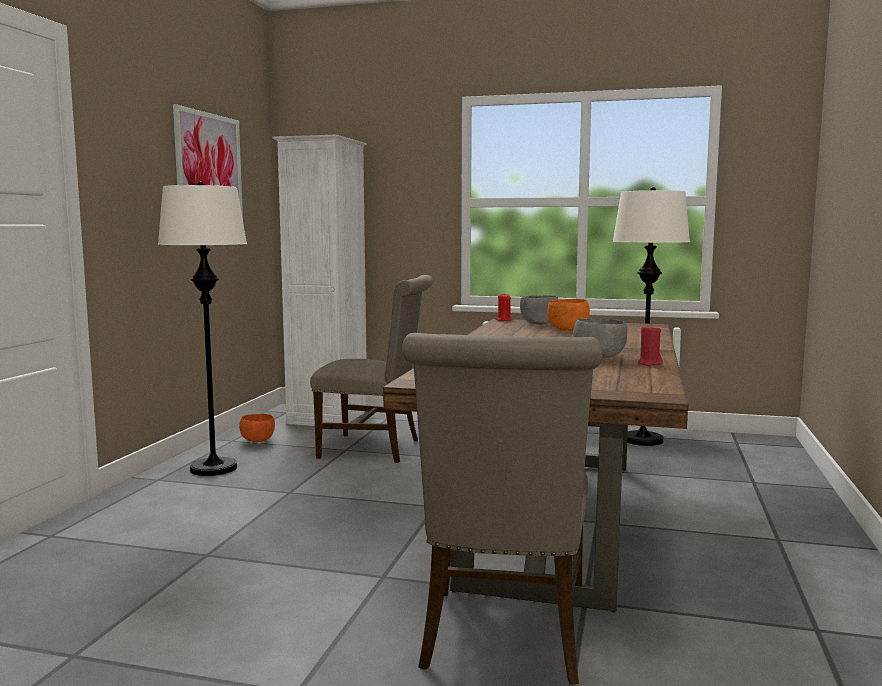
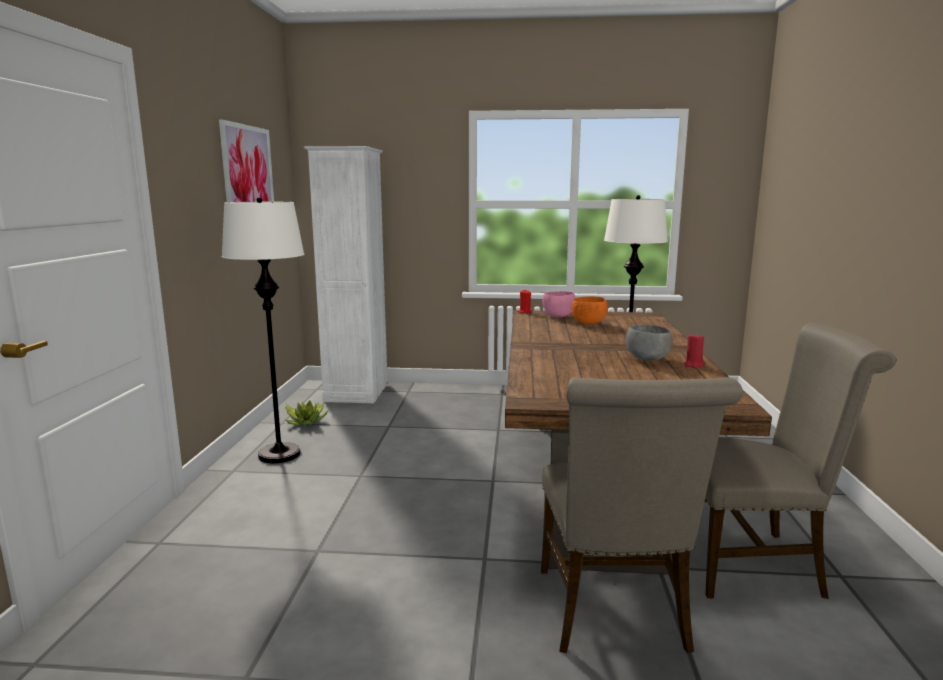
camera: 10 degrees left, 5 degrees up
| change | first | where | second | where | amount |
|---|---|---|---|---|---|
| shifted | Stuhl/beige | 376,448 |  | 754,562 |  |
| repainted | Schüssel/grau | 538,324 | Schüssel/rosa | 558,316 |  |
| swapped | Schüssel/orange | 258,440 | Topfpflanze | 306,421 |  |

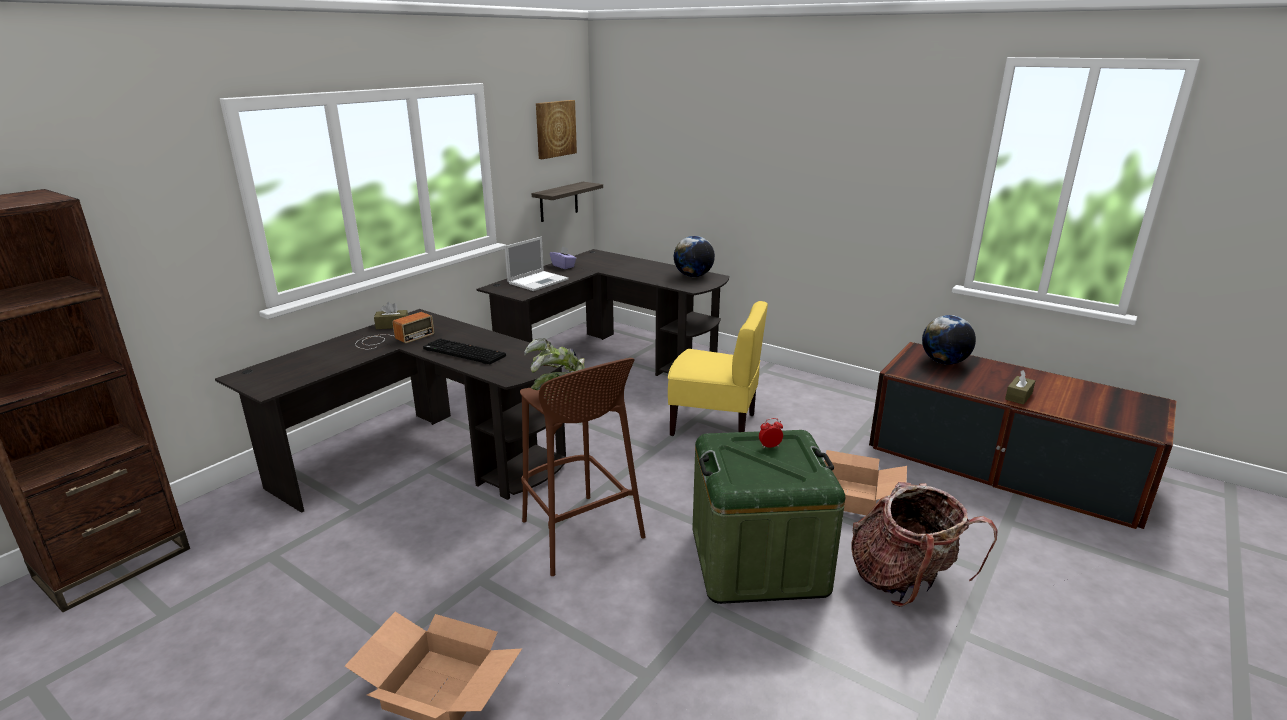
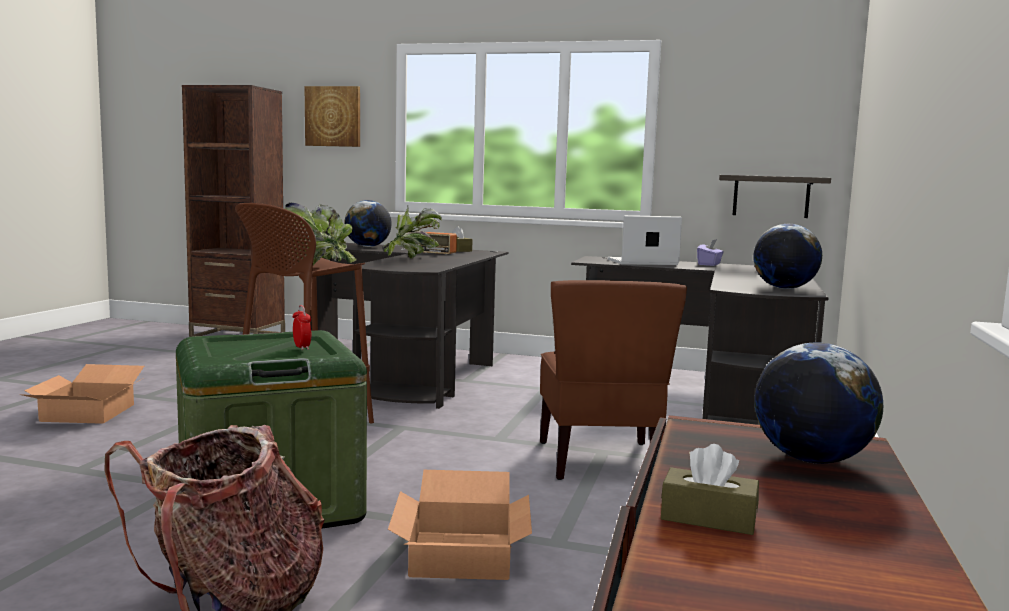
camera: 70 degrees right, 15 degrees down
| change | first | where | second | where | amount |
|---|---|---|---|---|---|
| shifted | Bild | 555,129 |  | 333,116 |  |
| rotated | Laptop | 538,281 |  | 641,262 | 150 degrees clockwise |
| repainted | Stuhl/gelb | 713,424 | Stuhl/braun | 599,461 |  |
| swapped | Tastatur | 462,353 | Topfpflanze | 412,259 |  |
| new |  |  | Globus | 368,246 |  |

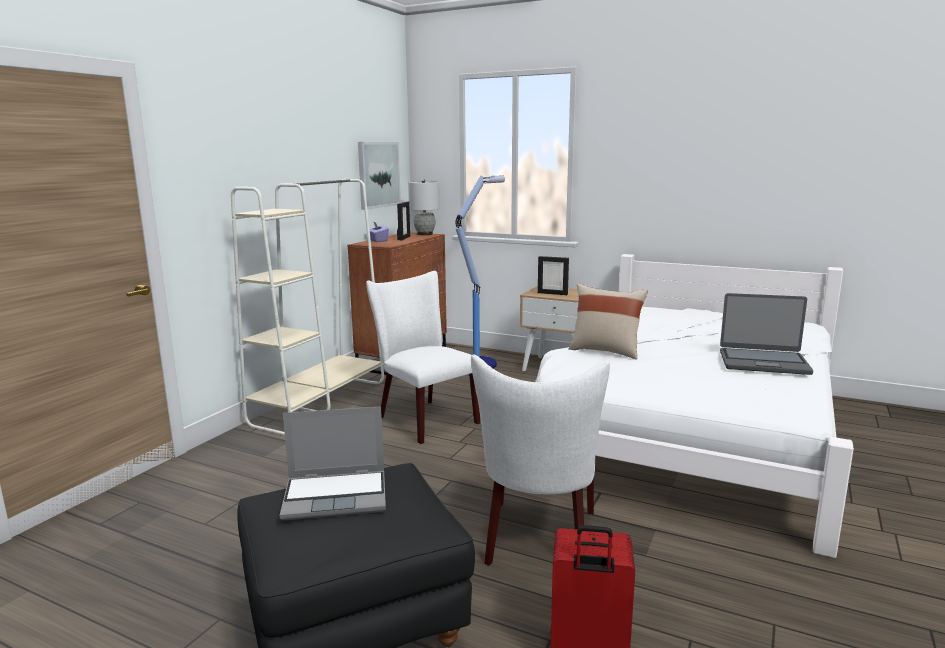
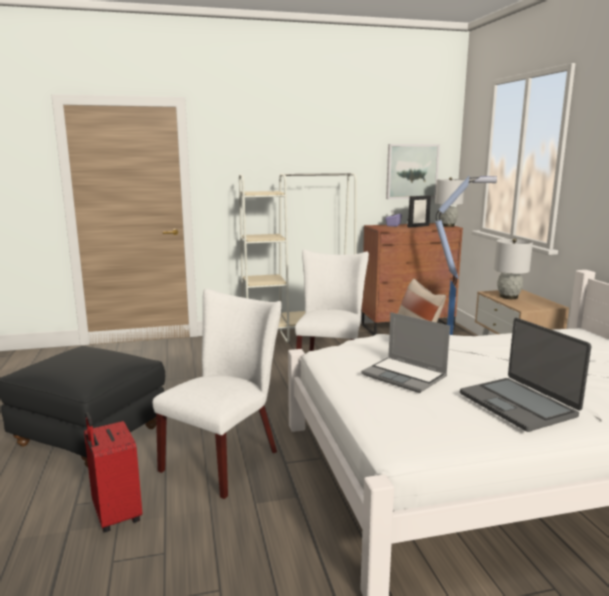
camera: 50 degrees right, 0 degrees up
| change | first | where | second | where | amount |
|---|---|---|---|---|---|
| swapped | Bilderrahmen | 552,293 | Tischlampe/weiß | 508,297 |  |
| rotated | Stuhl/weiß | 539,541 |  | 226,457 | 150 degrees clockwise |
| shifted | Laptop | 337,496 |  | 405,376 |  |

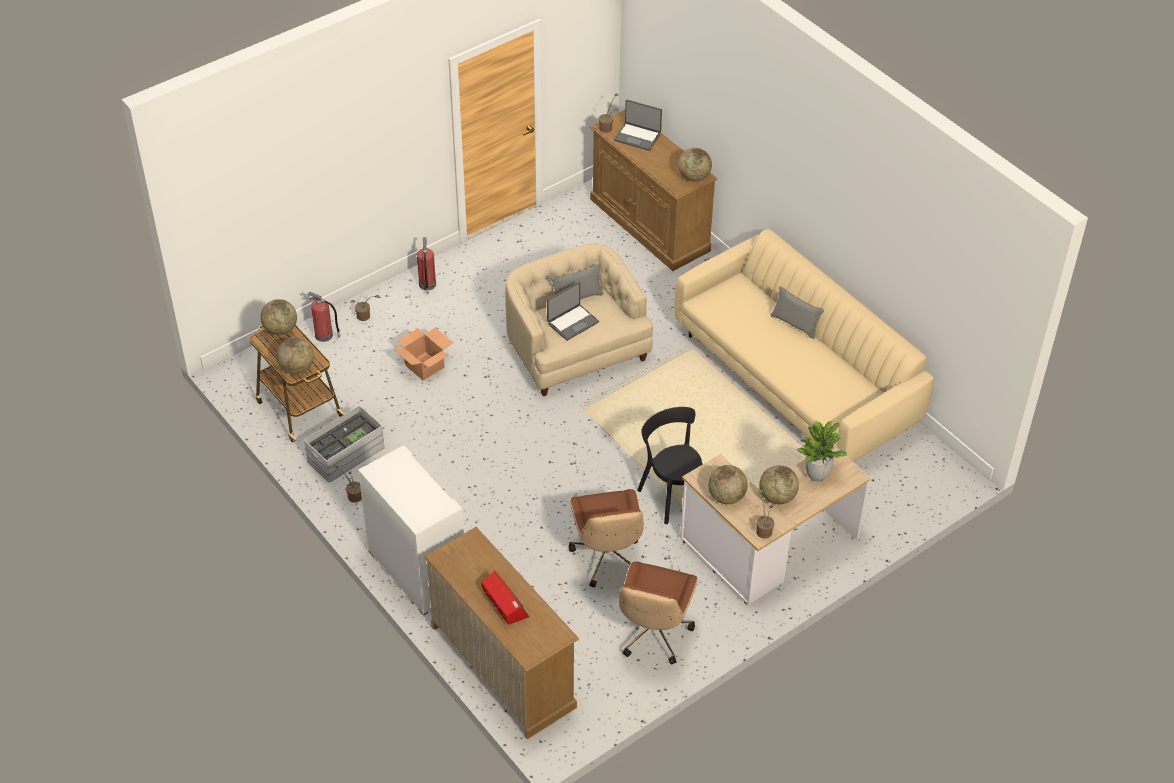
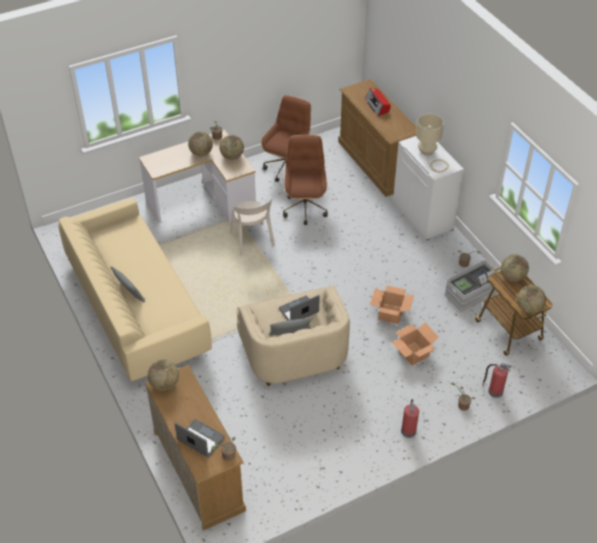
camera: 170 degrees left, 0 degrees up
| change | first | where | second | where | amount |
|---|---|---|---|---|---|
| repainted | Stuhl/schwarz | 672,494 | Stuhl/beige | 252,241 |  |
| gone | Topfpflanze | 817,474 |  |  |  |
| new |  |  | Tischlampe/beige | 431,157 |  |
| new |  |  | Karton | 391,314 |  |

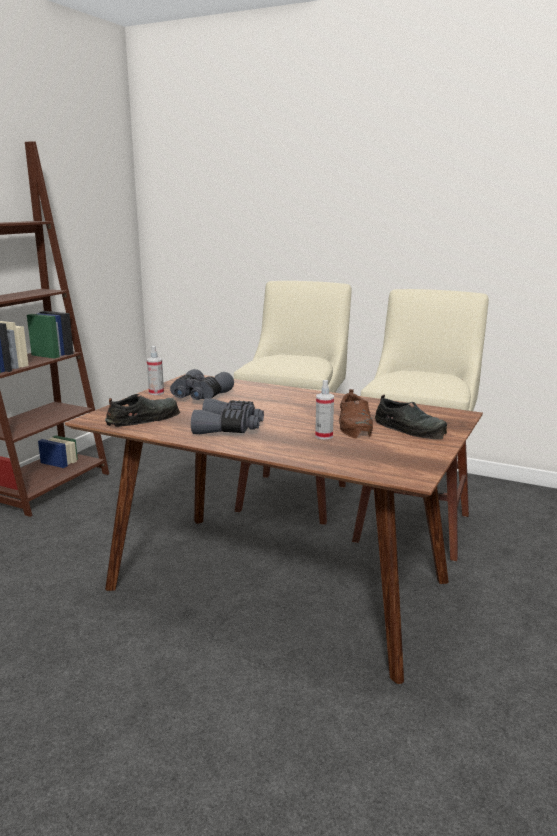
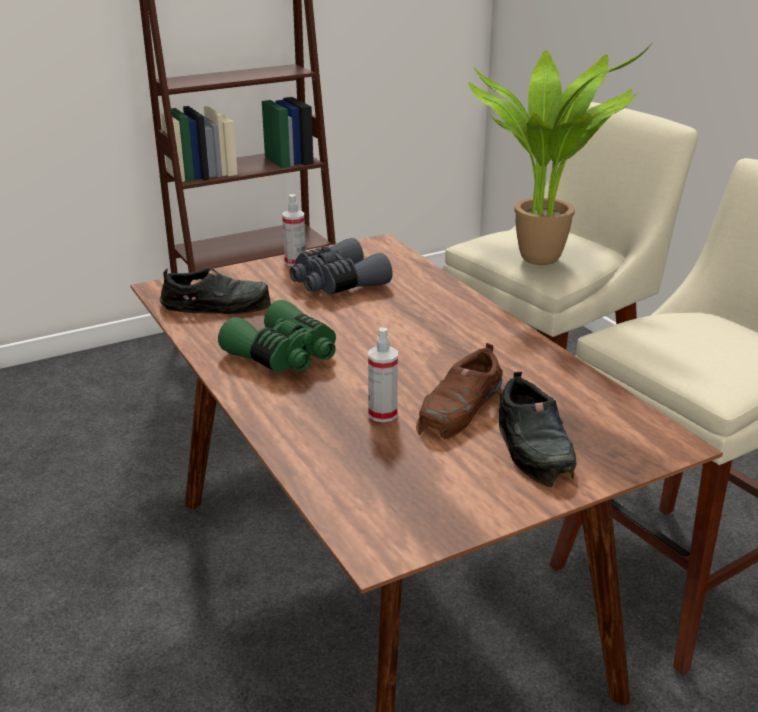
camera: 35 degrees right, 10 degrees up
| change | first | where | second | where | amount |
|---|---|---|---|---|---|
| repainted | Fernglas/grau | 229,428 | Fernglas/grün | 285,356 |  |
| new |  |  | Topfpflanze | 544,257 |  |

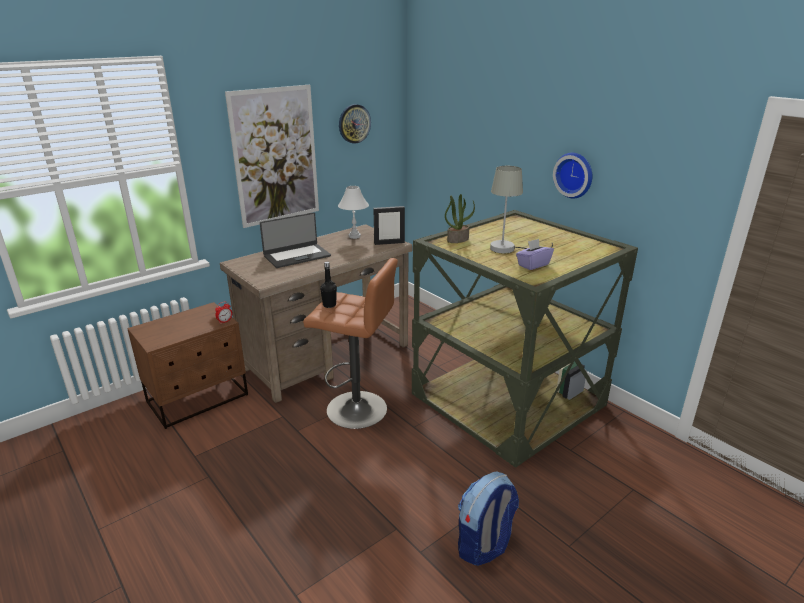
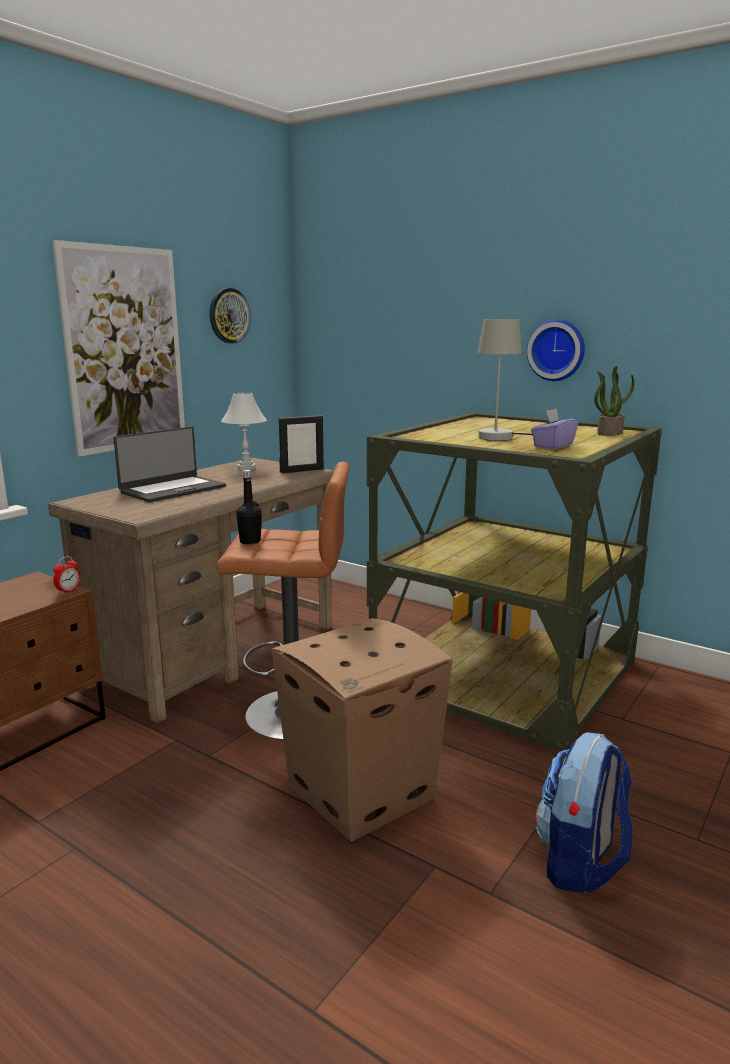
camera: 15 degrees left, 10 degrees down
| change | first | where | second | where | amount |
|---|---|---|---|---|---|
| shifted | Topfpflanze | 458,239 |  | 609,433 |  |
| new |  |  | Karton | 363,791 |  |

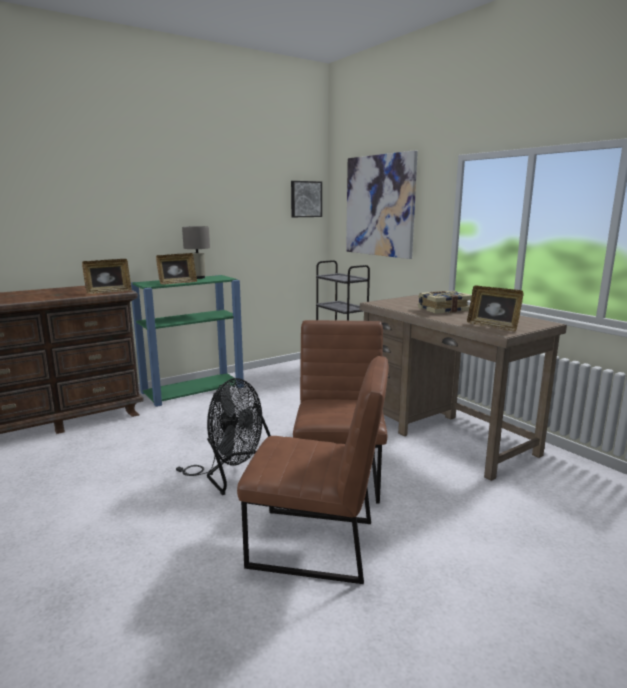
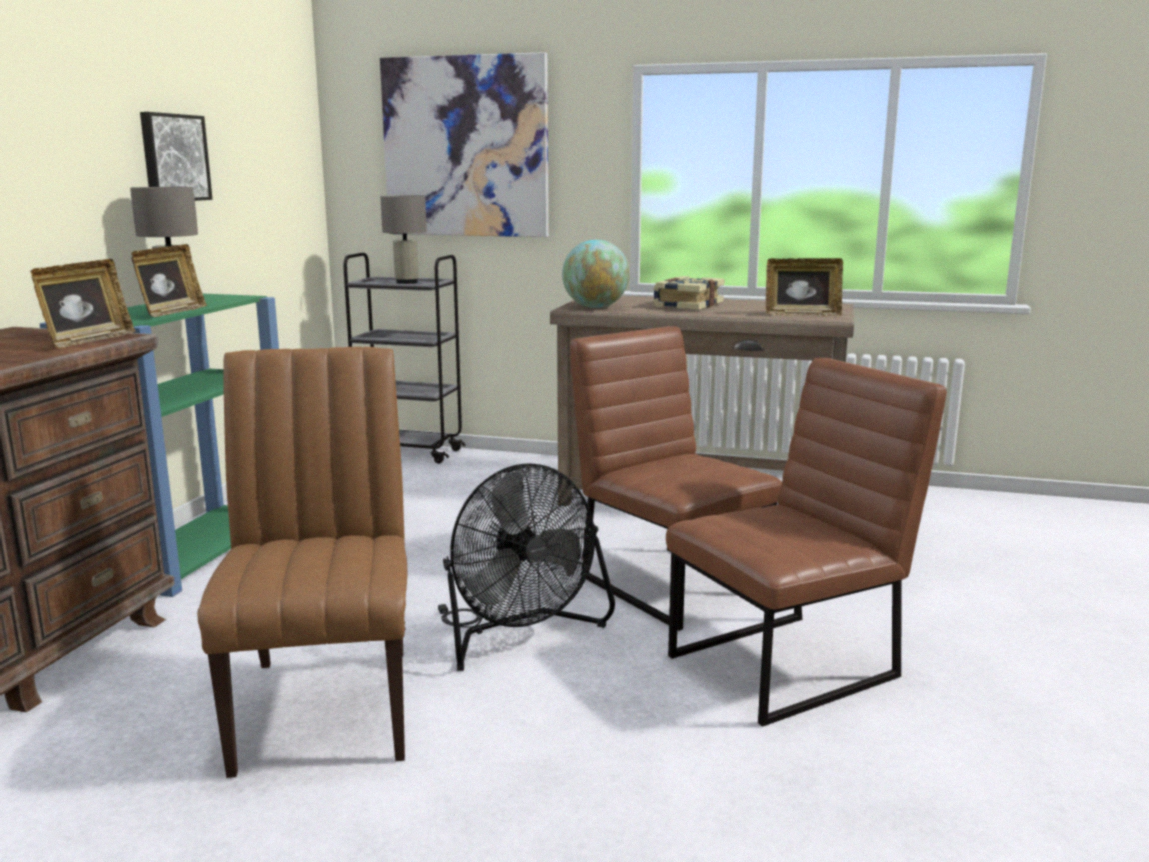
camera: 40 degrees left, 0 degrees up
| change | first | where | second | where | amount |
|---|---|---|---|---|---|
| shifted | Bild | 305,199 |  | 173,158 |  |
| rotated | Ventilator/schwarz | 229,470 |  | 512,635 | 75 degrees clockwise |
| new |  |  | Tischlampe/grau | 407,282 |  |
| new |  |  | Globus | 595,307 |  |
| new |  |  | Stuhl/braun | 327,710 |  |

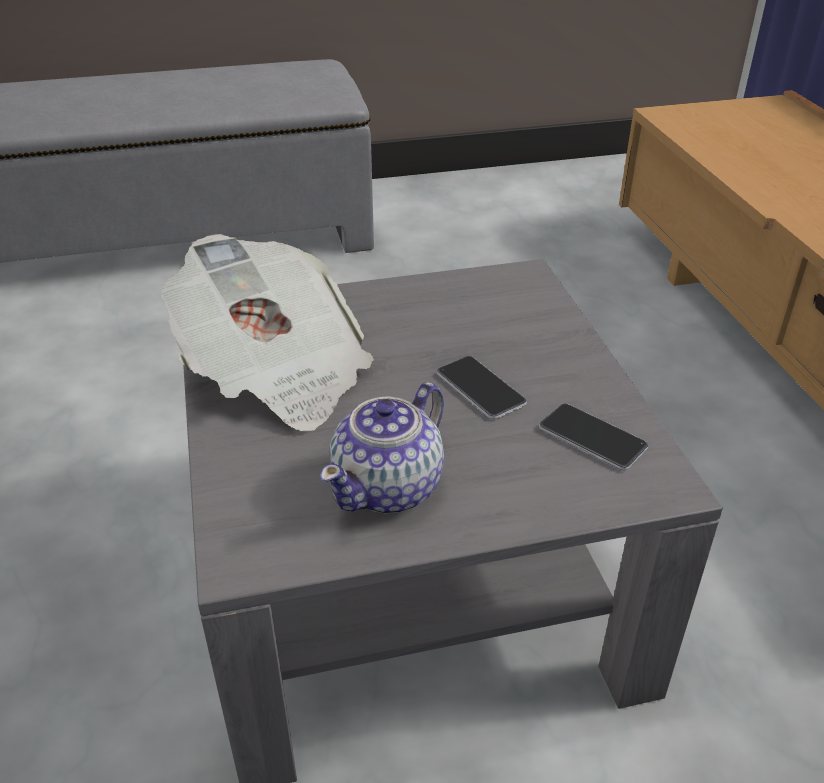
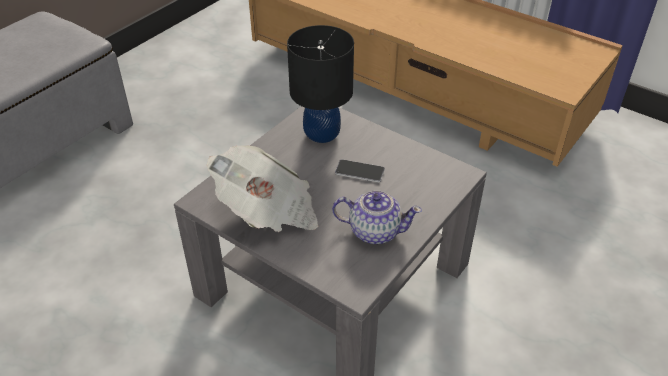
camera: 40 degrees left, 5 degrees up
| change | first | where | second | where | amount |
|---|---|---|---|---|---|
| rotated | Teekanne | 389,487 |  | 374,231 | 75 degrees counterclockwise |
| gone | Handy | 592,438 |  |  |  |
| new |  |  | Tischlampe/schwarz | 320,135 |  |

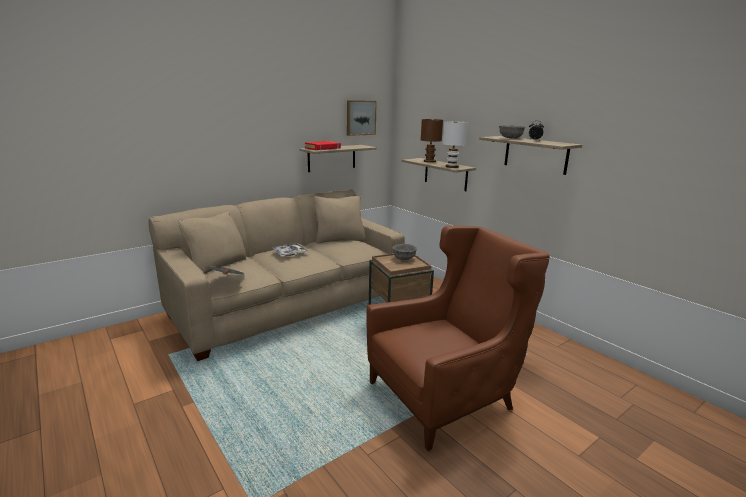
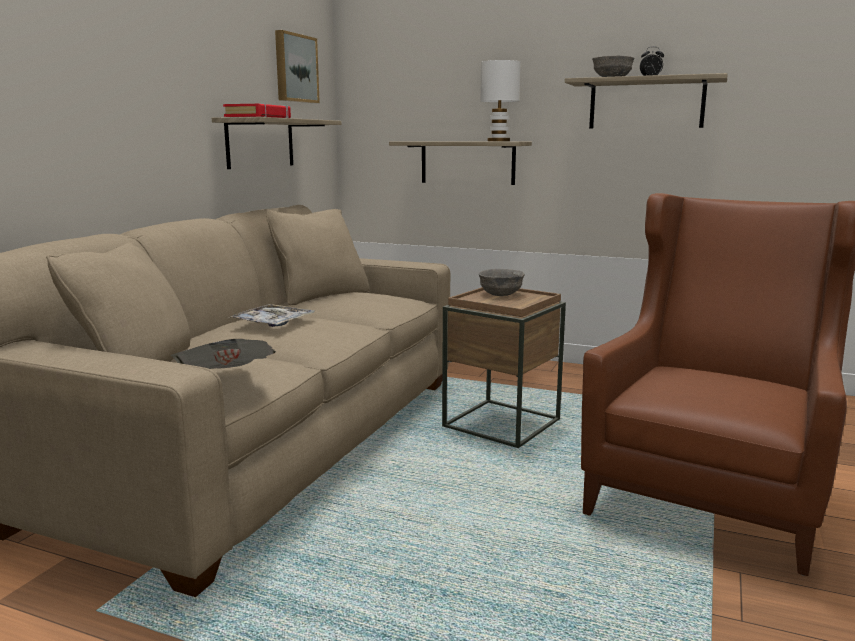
camera: 30 degrees left, 5 degrees down
| change | first | where | second | where | amount |
|---|---|---|---|---|---|
| gone | Tischlampe/braun | 429,161 |  |  |  |

